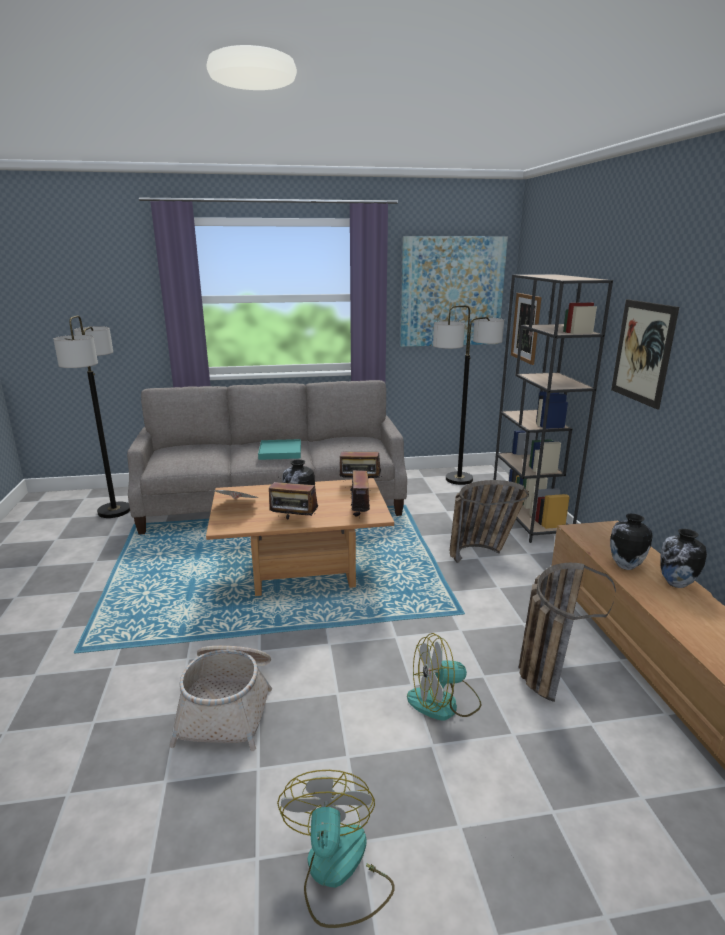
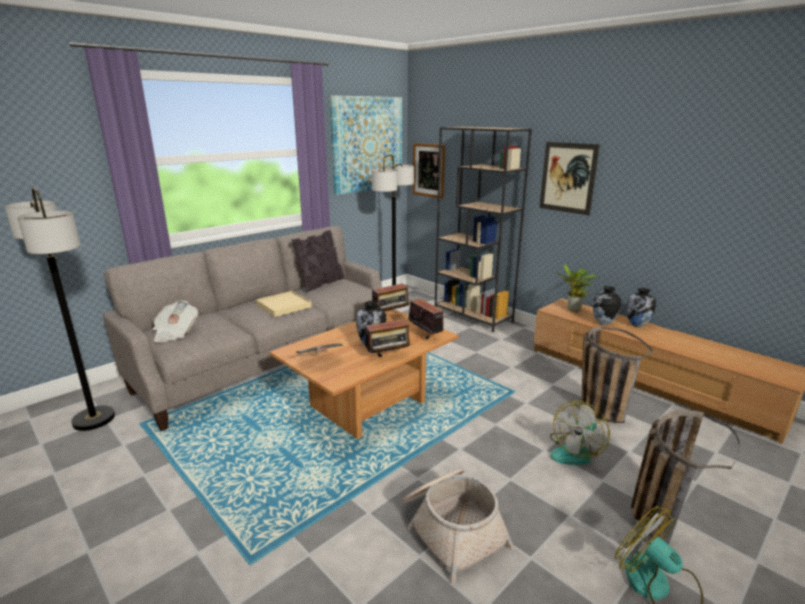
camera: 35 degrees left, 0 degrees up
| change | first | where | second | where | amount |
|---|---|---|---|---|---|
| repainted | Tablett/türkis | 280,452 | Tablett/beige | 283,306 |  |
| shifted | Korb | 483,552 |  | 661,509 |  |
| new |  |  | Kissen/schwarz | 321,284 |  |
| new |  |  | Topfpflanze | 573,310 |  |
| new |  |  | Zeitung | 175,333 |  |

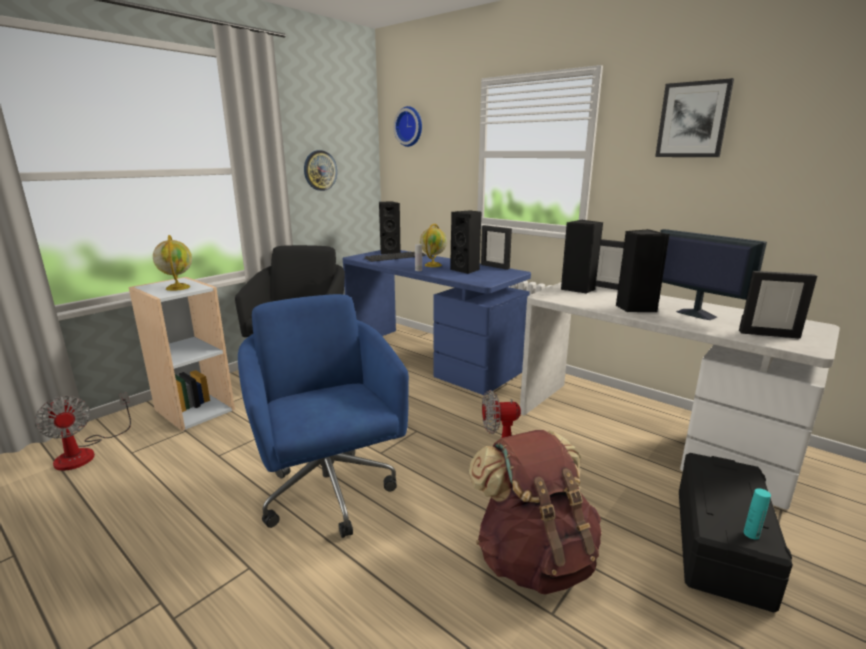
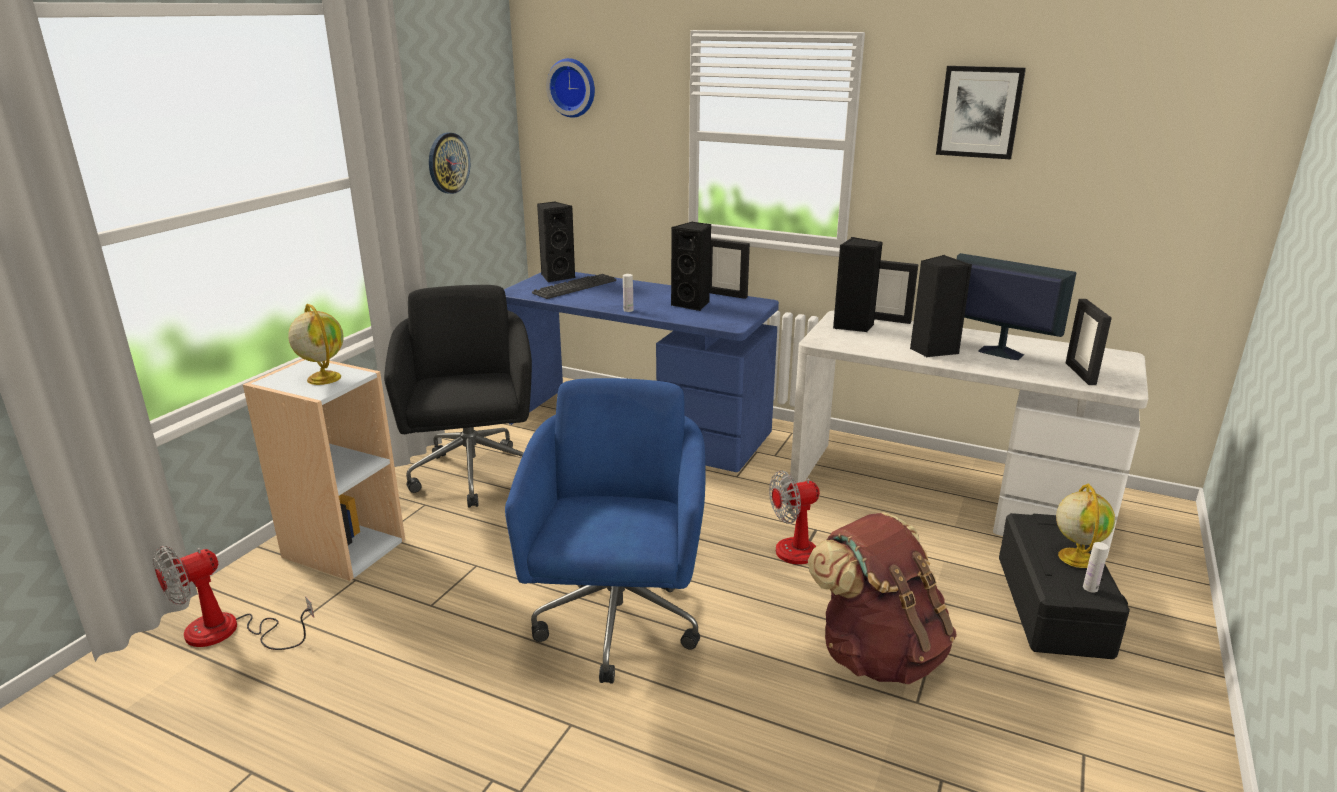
camera: 15 degrees left, 5 degrees up
| change | first | where | second | where | amount |
|---|---|---|---|---|---|
| shifted | Globus | 433,265 |  | 1075,557 |  |
| rotated | Bilderrahmen | 768,334 |  | 1081,373 | 90 degrees clockwise |
| rotated | Bürostuhl/blau | 331,498 |  | 617,631 | 45 degrees clockwise |
| rotated | Ventilator | 85,452 |  | 228,633 | 105 degrees clockwise |
| repainted | Flasche/türkis | 751,534 | Flasche/weiß | 1090,588 |  |

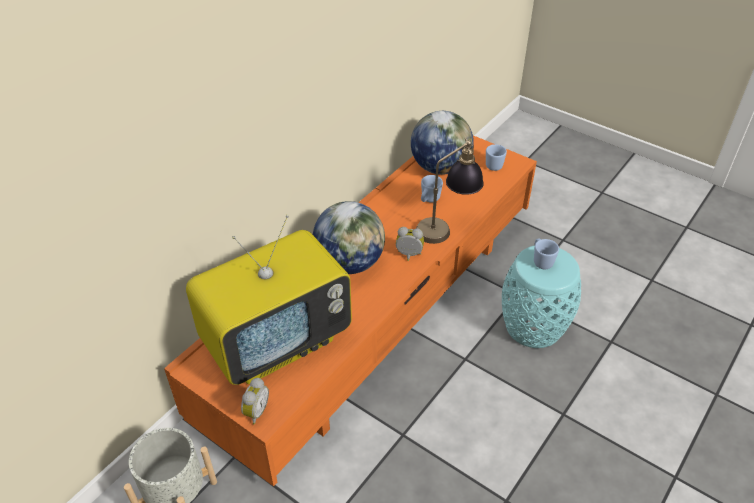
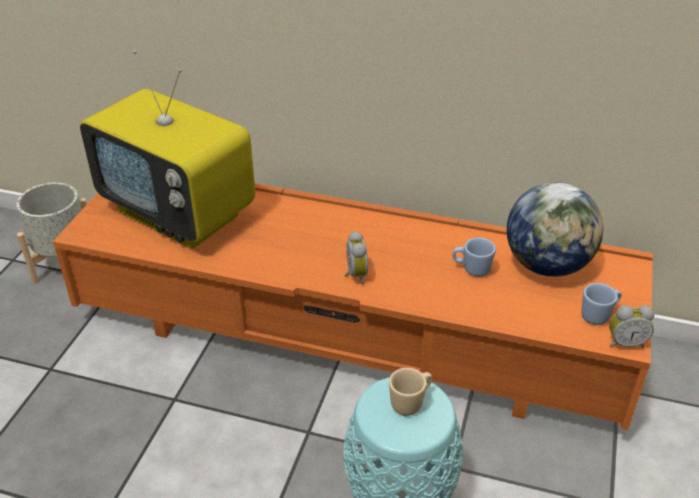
camera: 70 degrees right, 5 degrees down
| change | first | where | second | where | amount |
|---|---|---|---|---|---|
| gone | Tischlampe | 446,227 |  |  |  |
| gone | Globus | 350,263 |  |  |  |
| repainted | Henkelbecher/blau | 541,261 | Henkelbecher/beige | 411,402 |  |
| shifted | Wecker | 255,411 |  | 625,343 |  |

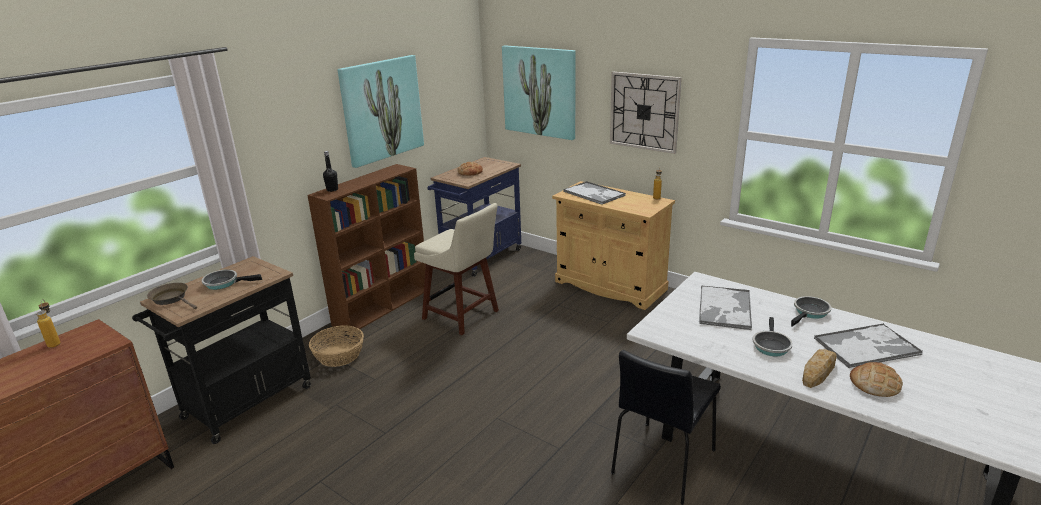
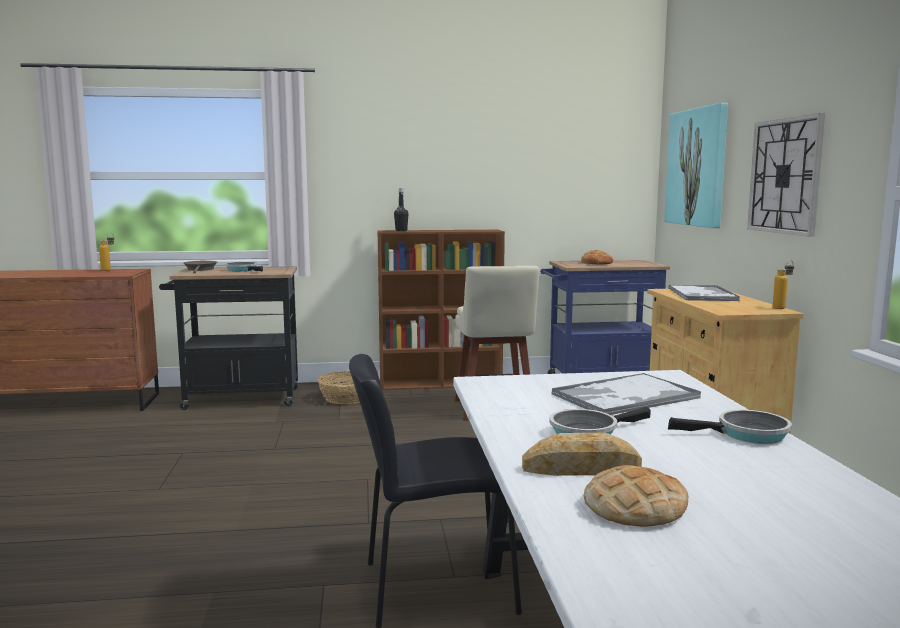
camera: 45 degrees right, 15 degrees down
| change | first | where | second | where | amount |
|---|---|---|---|---|---|
| gone | Bild | 381,109 |  |  |  |
| gone | Tablett | 867,346 |  |  |  |

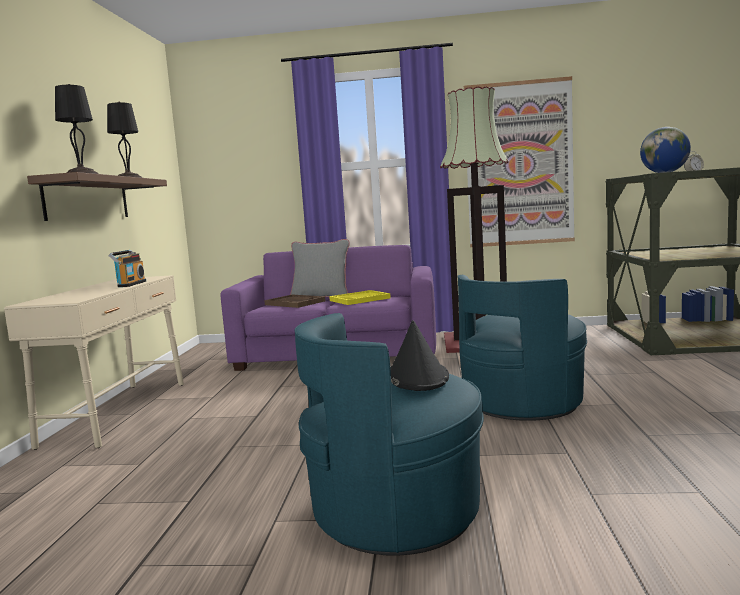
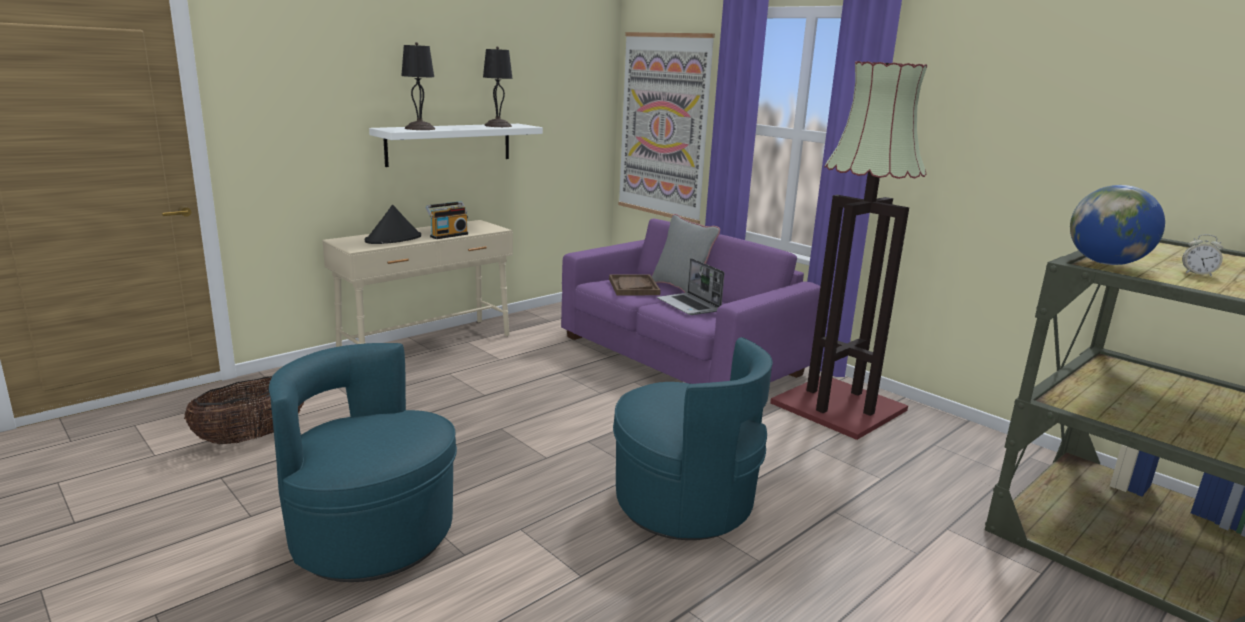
camera: 40 degrees right, 10 degrees up
| change | first | where | second | where | amount |
|---|---|---|---|---|---|
| shifted | Bild | 519,164 |  | 663,126 |  |
| repainted | Wandregal/braun | 88,199 | Wandregal/weiß | 449,144 |  |
| rotated | Sessel/türkis | 521,402 |  | 683,502 | 150 degrees counterclockwise |
| swapped | Tablett/gelb | 360,299 | Laptop | 689,305 |  |
| shifted | Hut/schwarz | 416,377 |  | 393,239 |  |
| new |  |  | Korb | 252,437 |  |

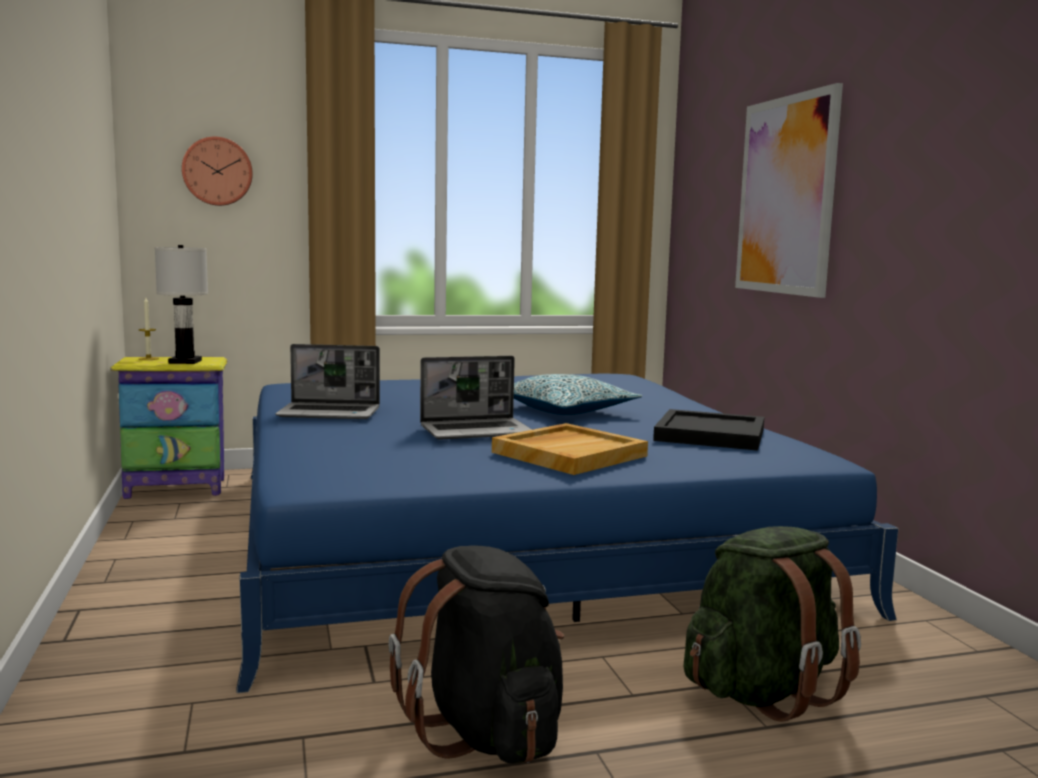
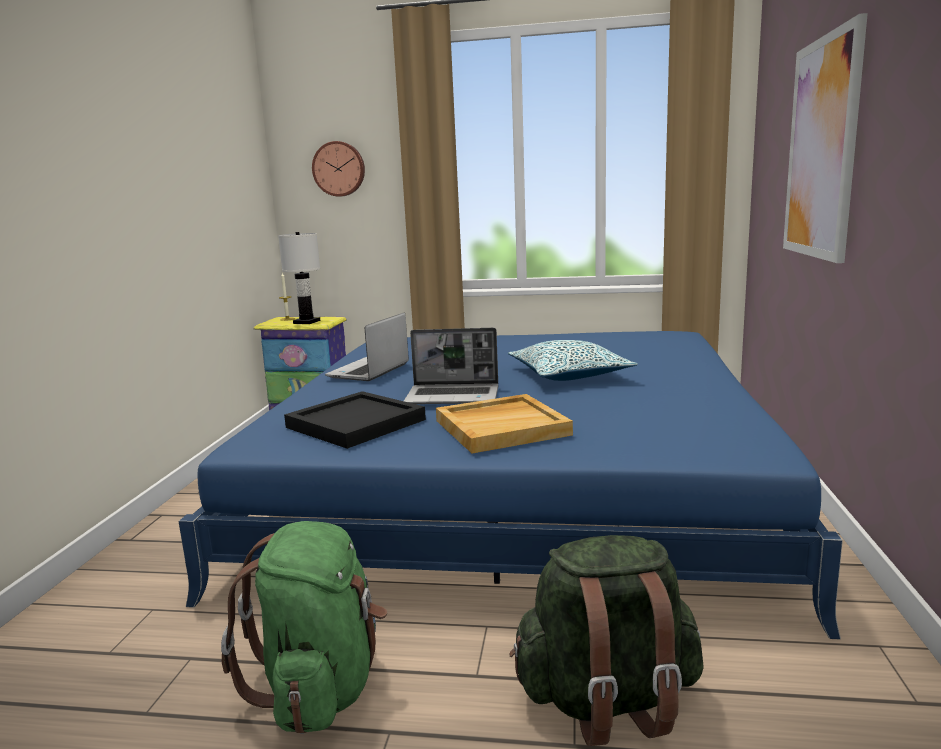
camera: 25 degrees right, 5 degrees up
| change | first | where | second | where | amount |
|---|---|---|---|---|---|
| rotated | Laptop | 331,413 |  | 369,371 | 90 degrees clockwise |
| shifted | Tablett/schwarz | 709,434 |  | 356,423 |  |
| repainted | Rucksack/schwarz | 487,732 | Rucksack/grün | 321,686 |  |

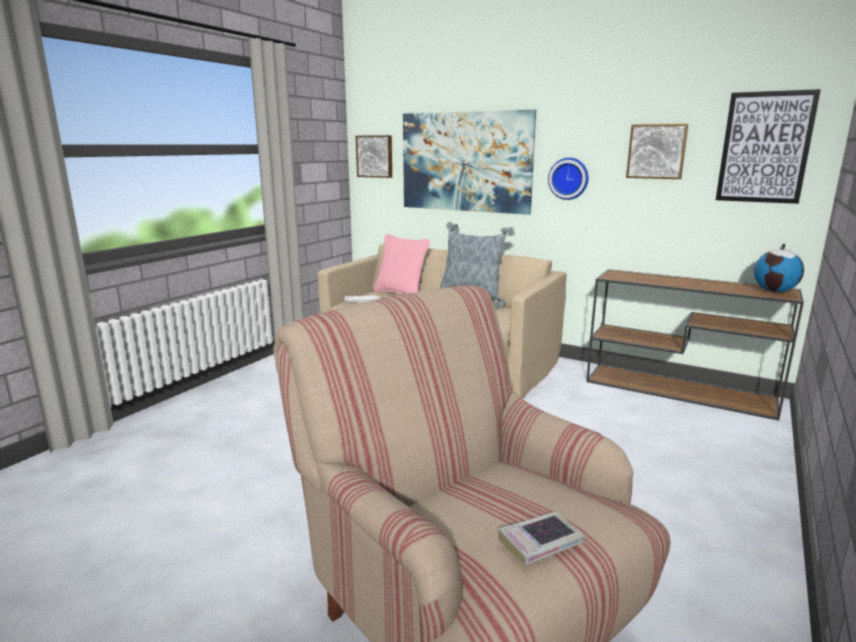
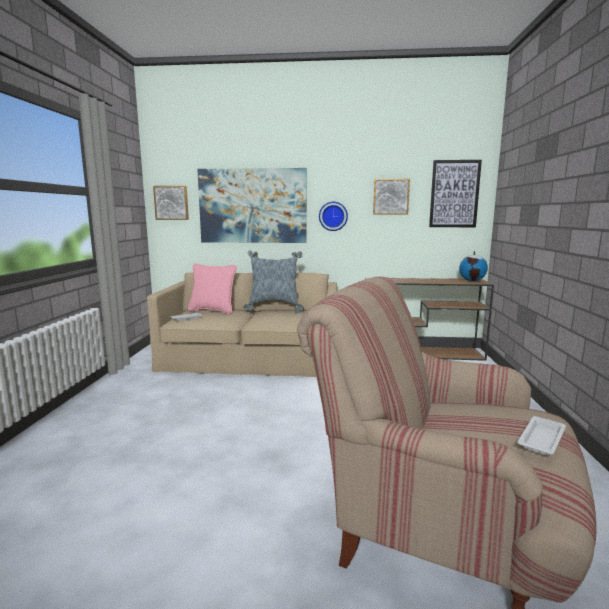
camera: 25 degrees left, 5 degrees down
| change | first | where | second | where | amount |
|---|---|---|---|---|---|
| swapped | Buch | 540,543 | Tablett/weiß | 542,439 |  |

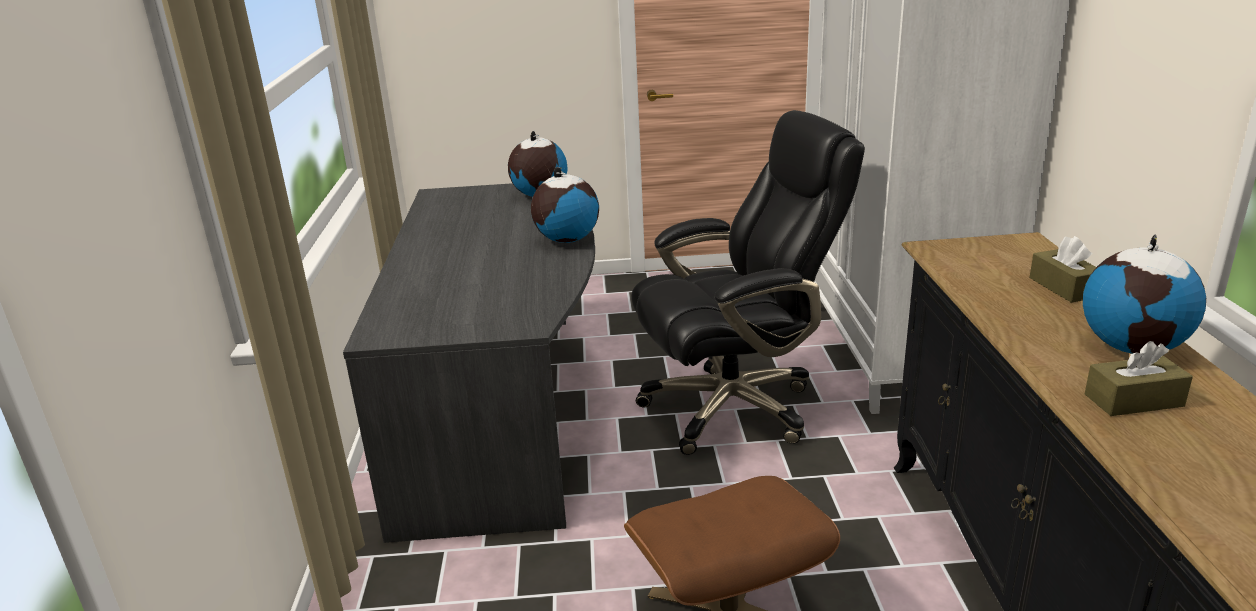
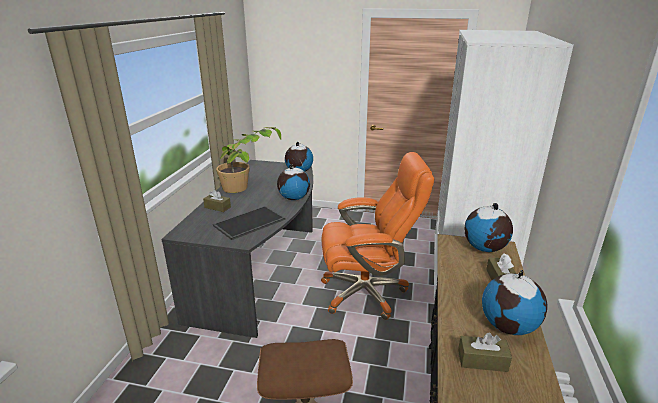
camera: 15 degrees right, 0 degrees up
| change | first | where | second | where | amount |
|---|---|---|---|---|---|
| repainted | Bürostuhl/schwarz | 736,410 | Bürostuhl/orange | 367,295 |  |
| new |  |  | Topfpflanze | 248,187 |  |
| new |  |  | Taschentuchbox/braun | 217,207 |  |
| new |  |  | Globus | 485,248 |  |
| new |  |  | Tablett | 249,223 |  |

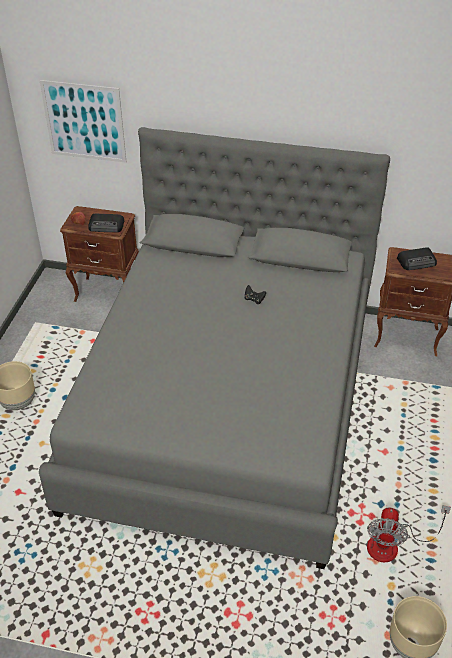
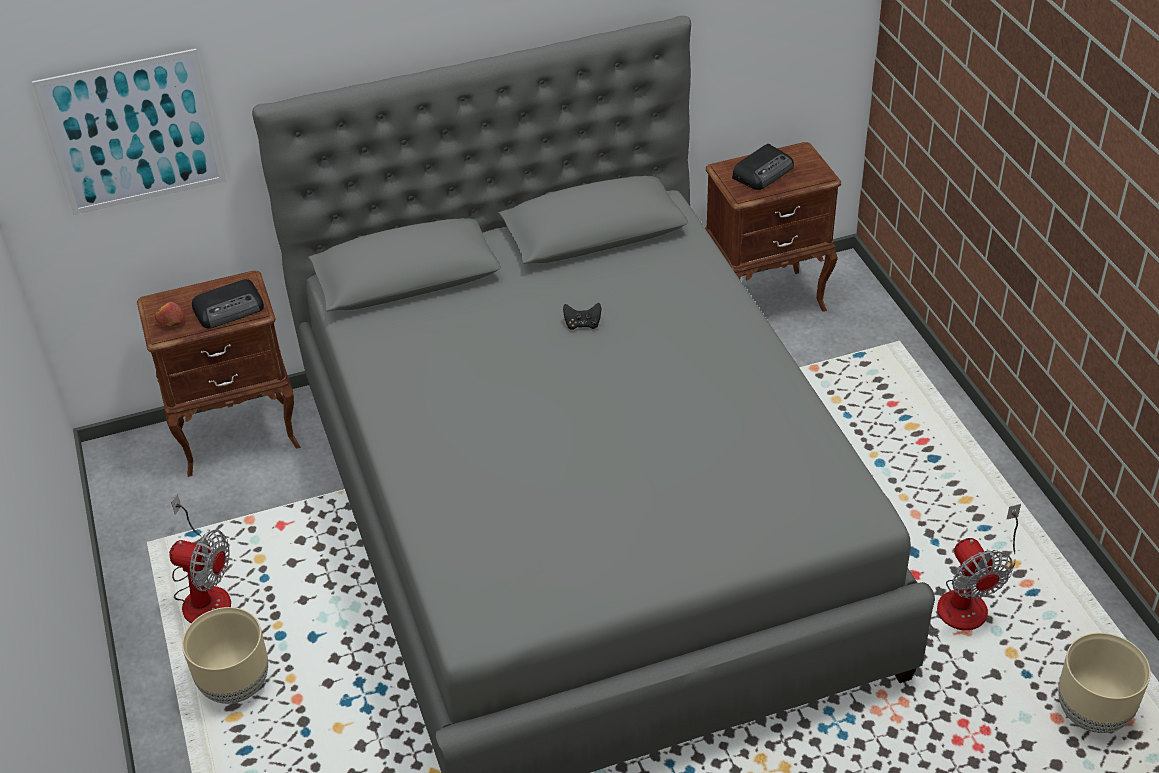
camera: 30 degrees left, 0 degrees up
| change | first | where | second | where | amount |
|---|---|---|---|---|---|
| new |  |  | Ventilator | 204,593 |  |

